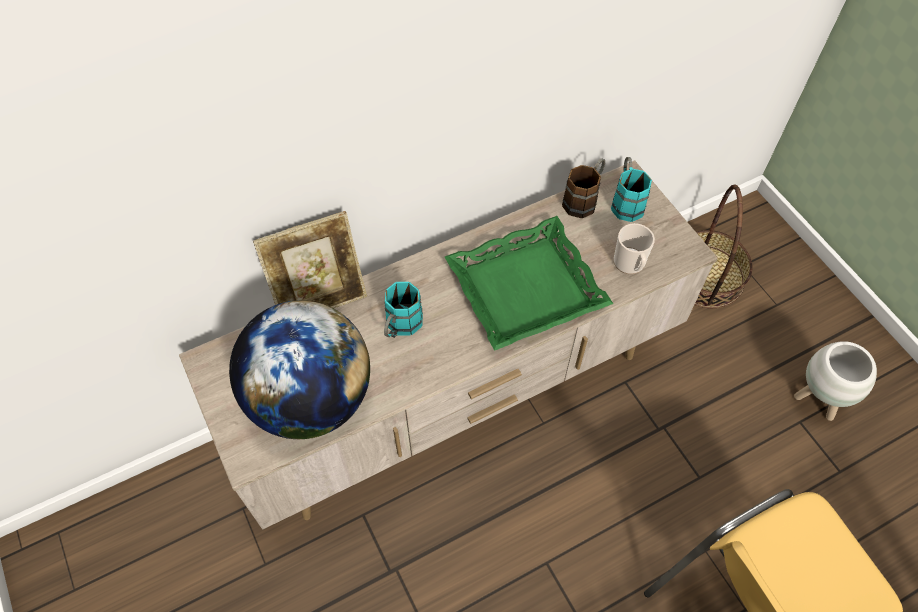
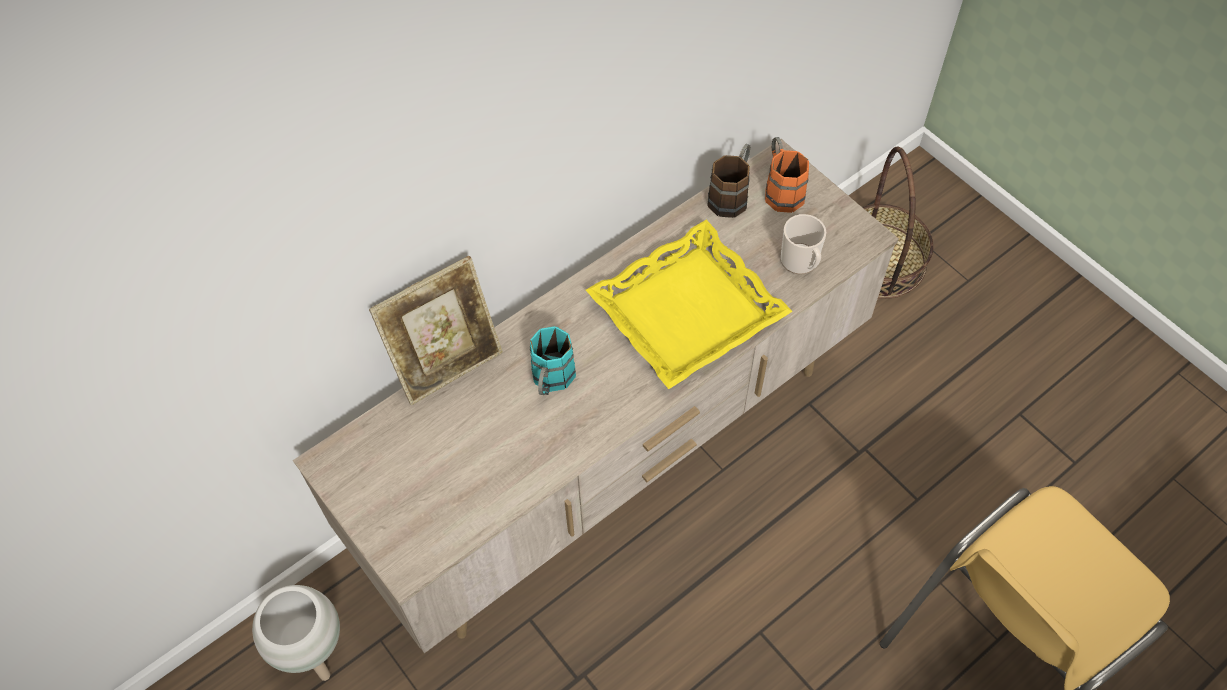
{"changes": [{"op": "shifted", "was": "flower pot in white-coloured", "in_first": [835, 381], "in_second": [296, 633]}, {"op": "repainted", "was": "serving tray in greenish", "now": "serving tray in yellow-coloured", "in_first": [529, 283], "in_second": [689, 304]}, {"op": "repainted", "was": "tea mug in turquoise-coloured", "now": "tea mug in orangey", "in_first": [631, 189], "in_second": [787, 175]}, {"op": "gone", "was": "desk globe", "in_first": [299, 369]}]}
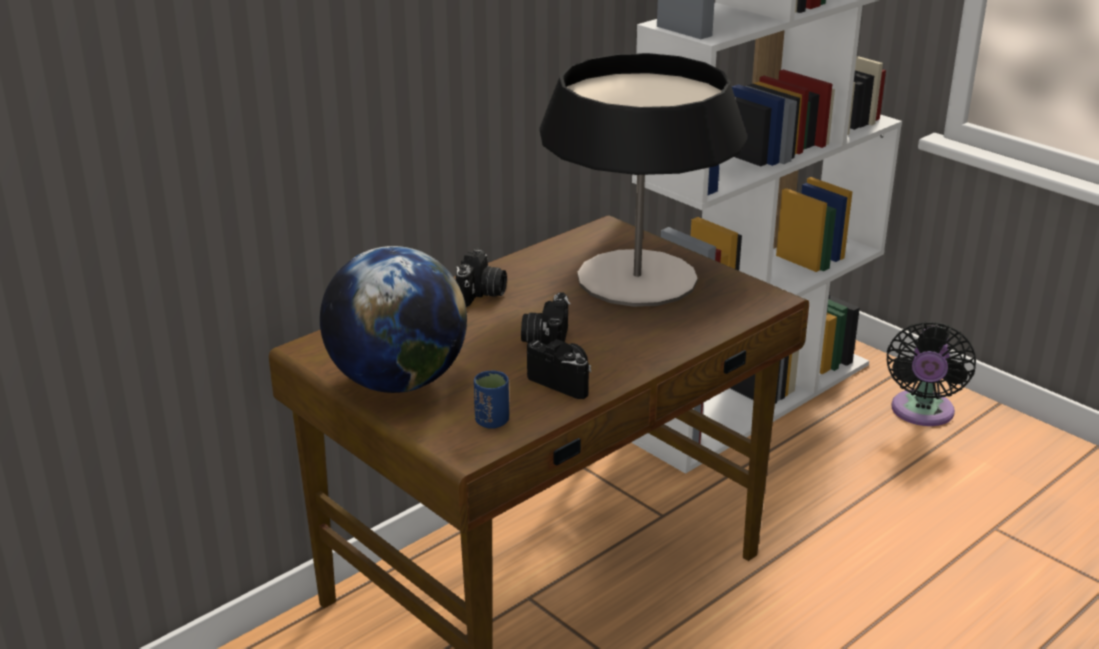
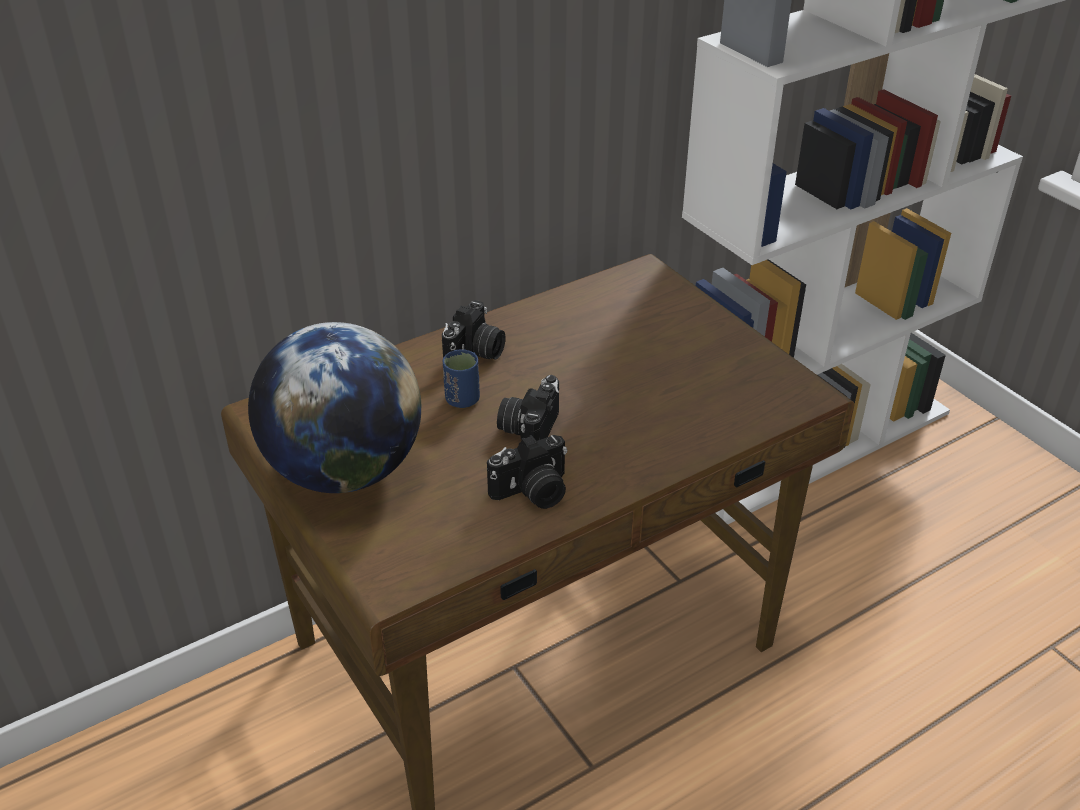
{"changes": [{"op": "shifted", "was": "small cup in bluish", "in_first": [491, 399], "in_second": [461, 379]}, {"op": "rotated", "was": "still camera", "in_first": [559, 369], "in_second": [527, 472], "clockwise": 105}, {"op": "gone", "was": "tabletop lamp", "in_first": [643, 180]}, {"op": "gone", "was": "electric fan in black-coloured", "in_first": [931, 373]}]}
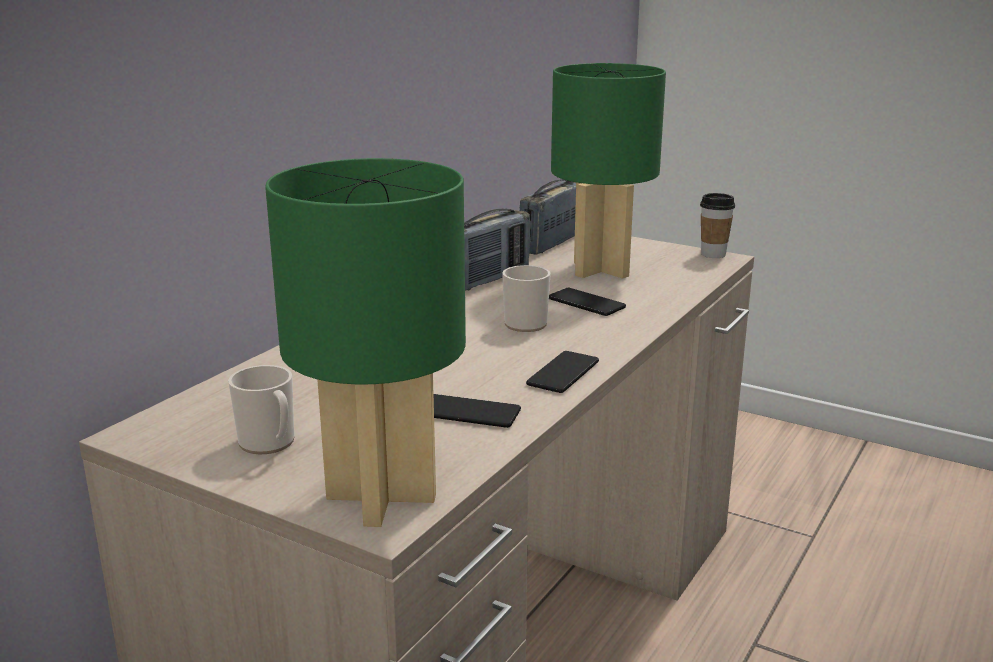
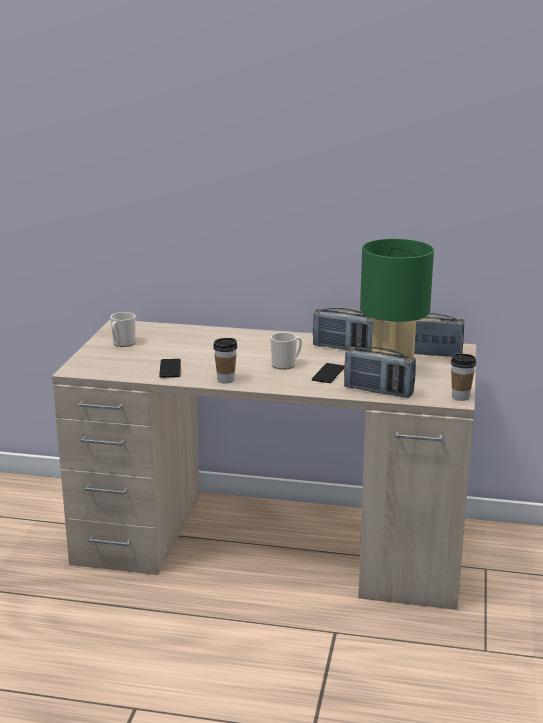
{"changes": [{"op": "swapped", "was": "handset", "now": "small cup", "in_first": [562, 372], "in_second": [225, 361]}, {"op": "new", "now": "radio receiver", "in_second": [380, 372]}, {"op": "gone", "was": "tabletop lamp in greenish", "in_first": [365, 342]}]}
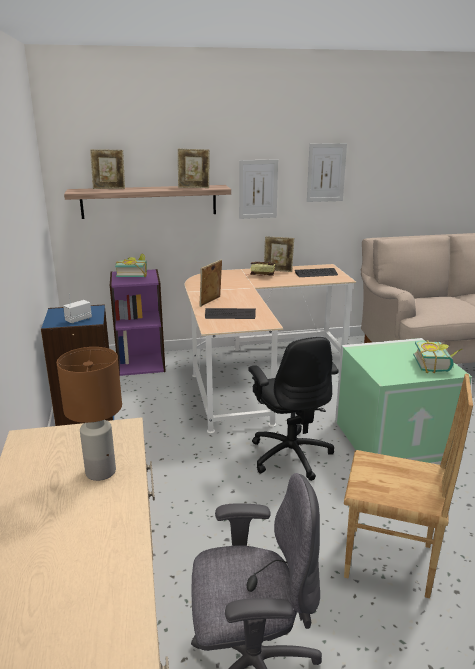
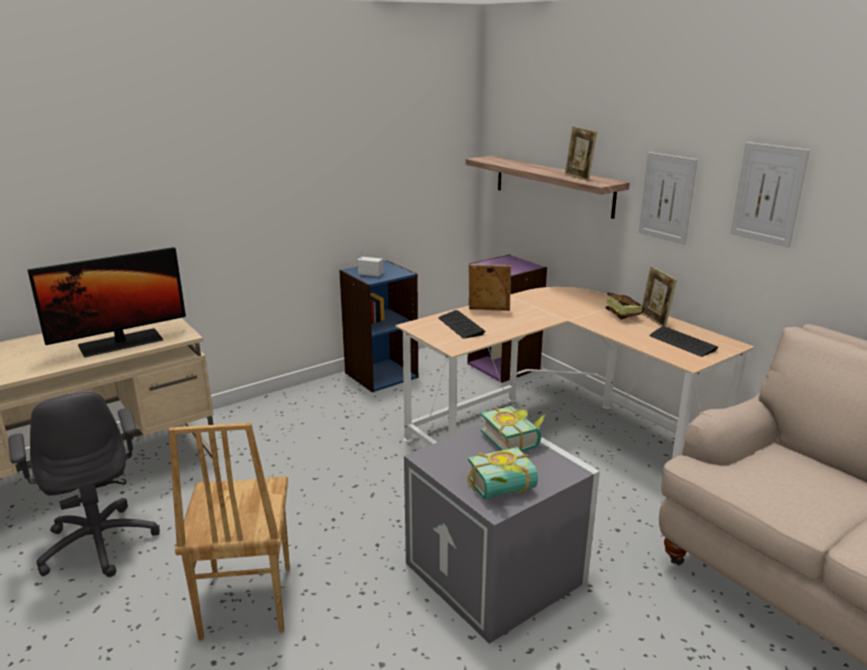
{"changes": [{"op": "swapped", "was": "tabletop lamp in brown-coloured", "now": "computer screen", "in_first": [89, 414], "in_second": [107, 302]}, {"op": "repainted", "was": "storage container in greenish", "now": "storage container in gray", "in_first": [403, 400], "in_second": [502, 533]}, {"op": "shifted", "was": "book", "in_first": [131, 265], "in_second": [513, 429]}, {"op": "gone", "was": "photo frame", "in_first": [107, 169]}, {"op": "gone", "was": "computer chair in black-coloured", "in_first": [293, 409]}]}
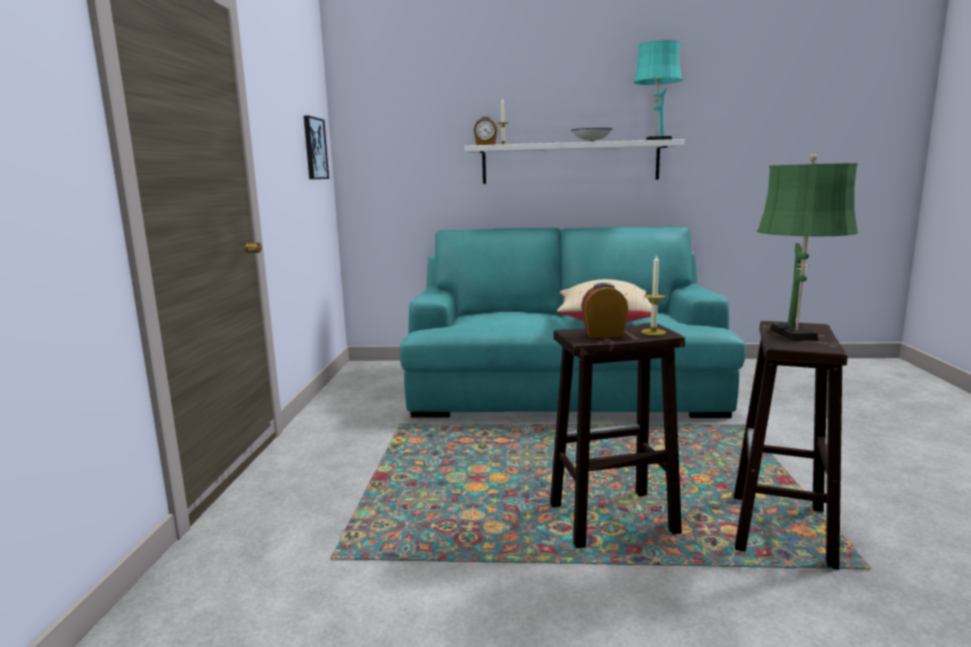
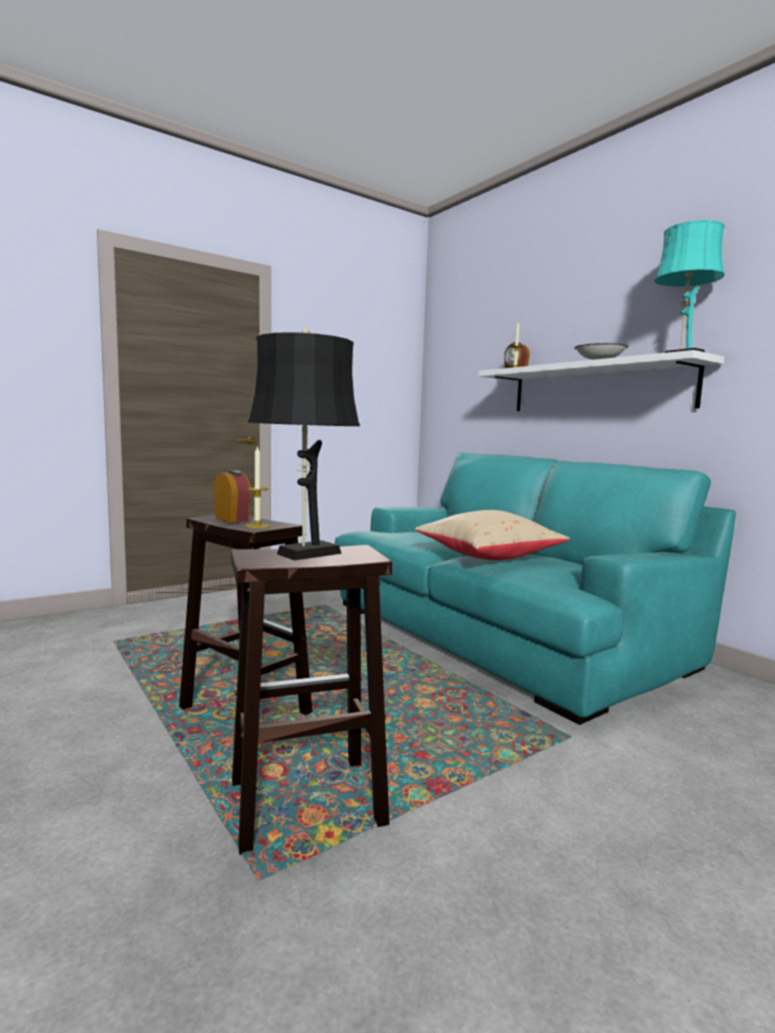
{"changes": [{"op": "repainted", "was": "tabletop lamp in greenish", "now": "tabletop lamp in black-coloured", "in_first": [807, 247], "in_second": [304, 444]}, {"op": "gone", "was": "wall picture", "in_first": [316, 147]}]}
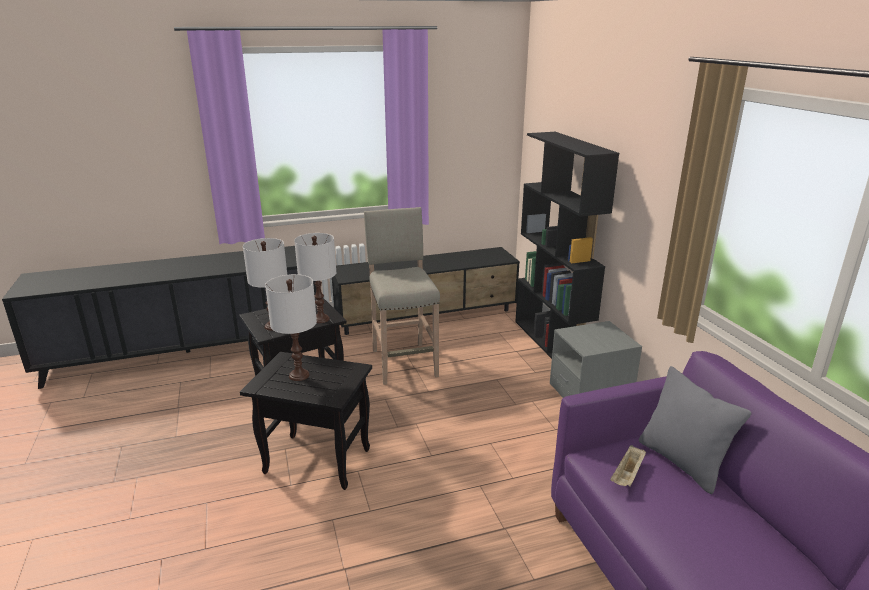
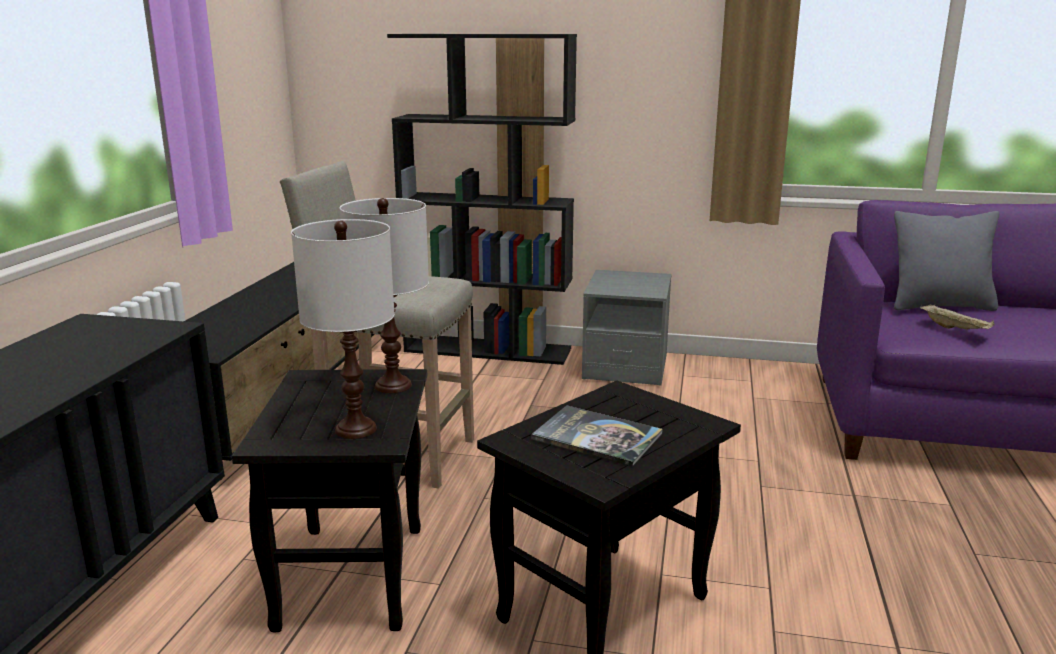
{"changes": [{"op": "swapped", "was": "tabletop lamp in white-coloured", "now": "book", "in_first": [291, 327], "in_second": [597, 436]}]}
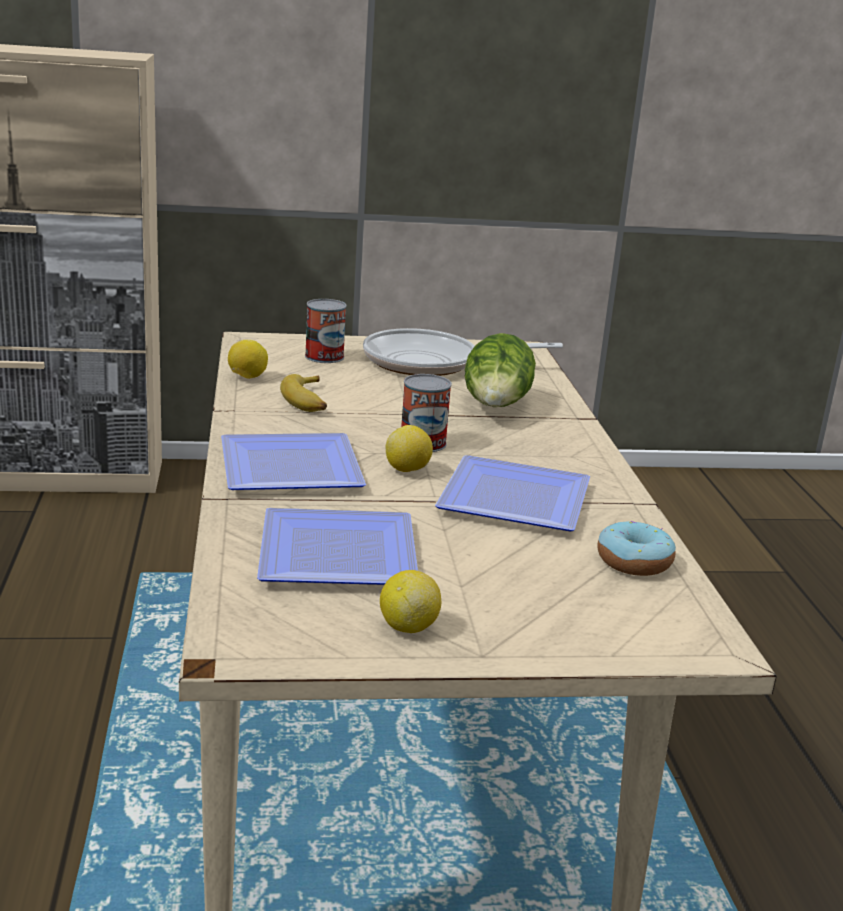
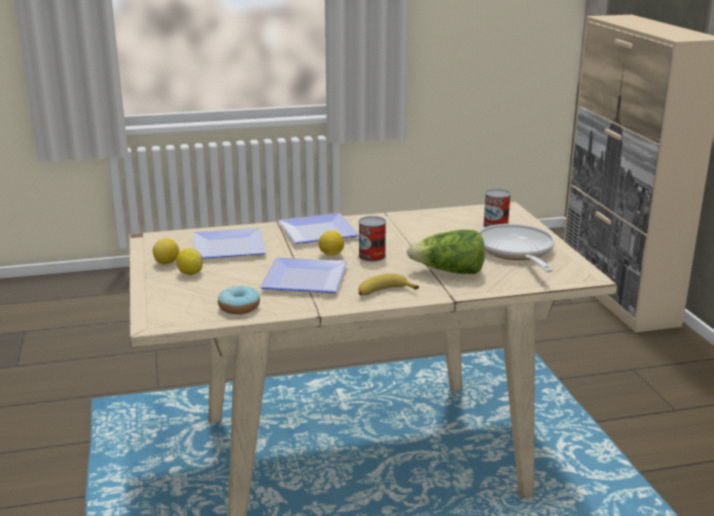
{"changes": [{"op": "shifted", "was": "citrus fruit", "in_first": [248, 359], "in_second": [189, 261]}, {"op": "shifted", "was": "whole banana", "in_first": [303, 393], "in_second": [389, 284]}]}
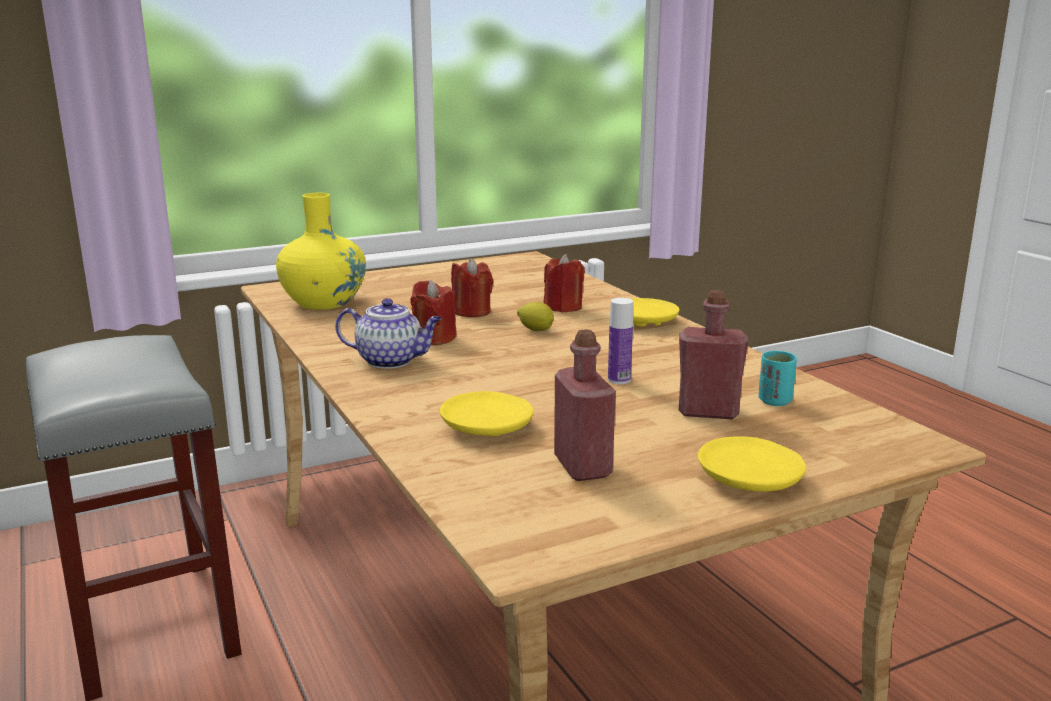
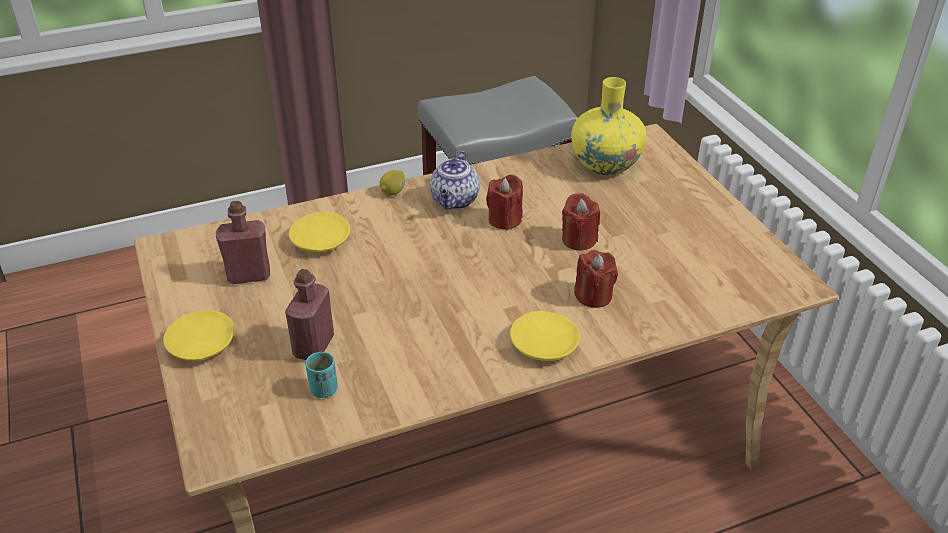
{"changes": [{"op": "shifted", "was": "citrus fruit", "in_first": [535, 316], "in_second": [392, 183]}, {"op": "gone", "was": "beverage bottle", "in_first": [620, 341]}]}
